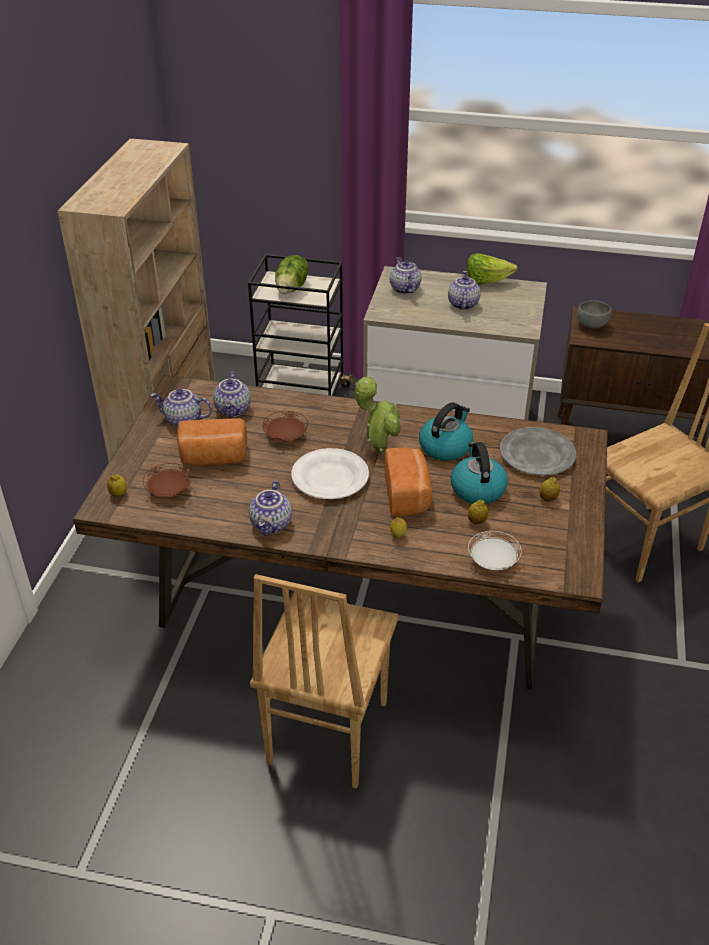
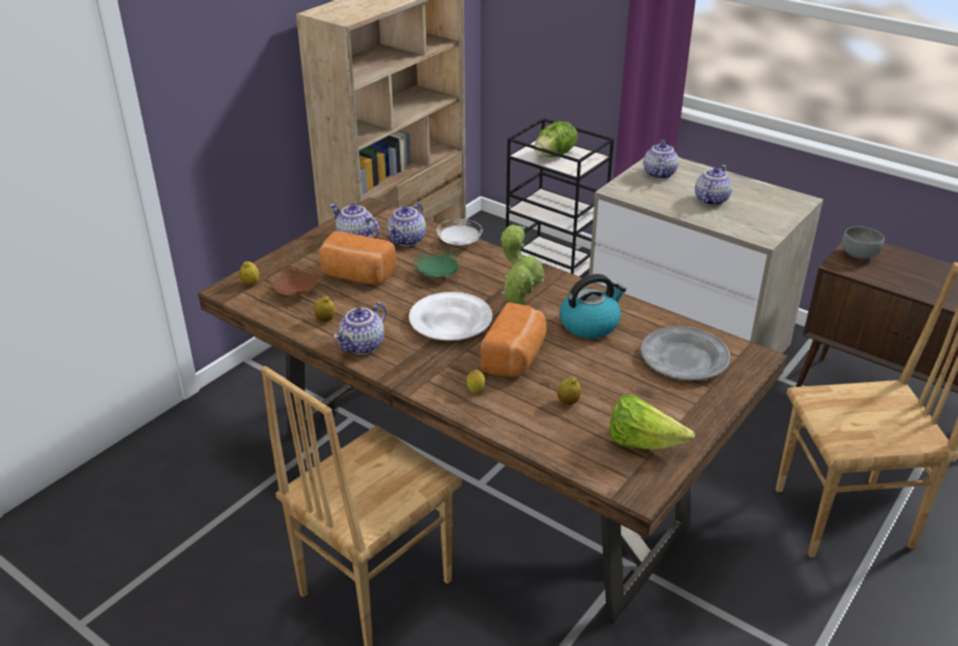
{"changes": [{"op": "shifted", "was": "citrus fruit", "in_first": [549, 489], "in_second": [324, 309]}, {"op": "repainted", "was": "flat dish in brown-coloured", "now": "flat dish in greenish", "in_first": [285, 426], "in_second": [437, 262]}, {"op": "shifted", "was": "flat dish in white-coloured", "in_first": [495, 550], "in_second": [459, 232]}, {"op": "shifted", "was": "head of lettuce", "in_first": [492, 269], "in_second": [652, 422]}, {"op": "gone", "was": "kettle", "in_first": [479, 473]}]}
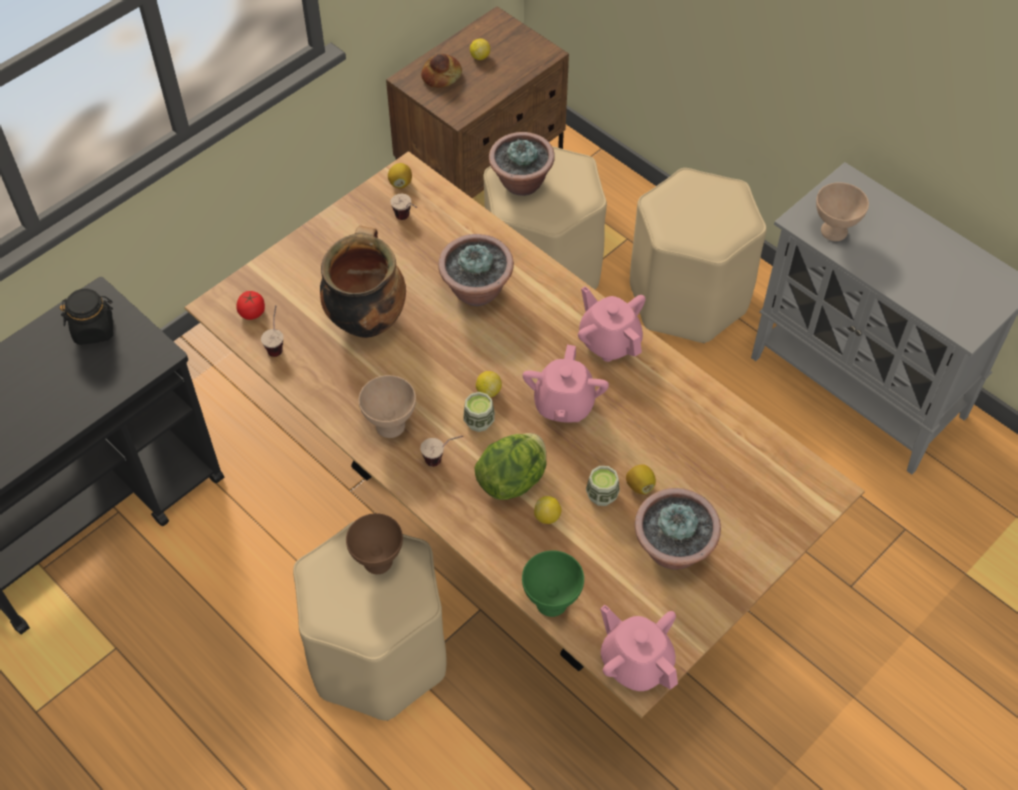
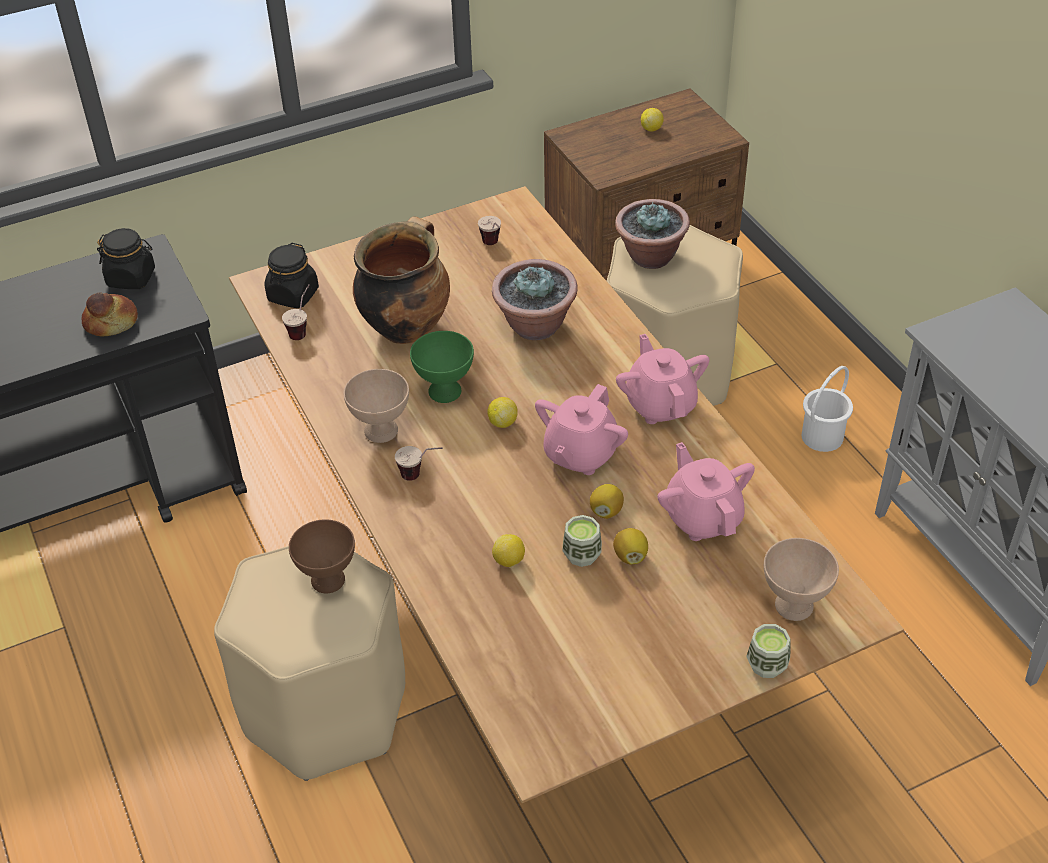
{"changes": [{"op": "shifted", "was": "bakery bread", "in_first": [441, 71], "in_second": [110, 314]}, {"op": "swapped", "was": "tomato", "now": "storage jar in black-coloured", "in_first": [250, 305], "in_second": [292, 275]}, {"op": "shifted", "was": "serving bowl in greenish", "in_first": [553, 583], "in_second": [442, 367]}, {"op": "shifted", "was": "citrus fruit", "in_first": [400, 175], "in_second": [607, 501]}, {"op": "shifted", "was": "tea pot in pink-coloured", "in_first": [639, 648], "in_second": [706, 491]}, {"op": "shifted", "was": "small cup", "in_first": [479, 412], "in_second": [768, 651]}, {"op": "shifted", "was": "serving bowl in sand-coloured", "in_first": [842, 211], "in_second": [801, 579]}, {"op": "swapped", "was": "stool seat in sand-coloured", "now": "pail in white-coloured", "in_first": [698, 255], "in_second": [827, 409]}, {"op": "gone", "was": "head of lettuce", "in_first": [510, 466]}, {"op": "gone", "was": "houseplant", "in_first": [678, 528]}]}
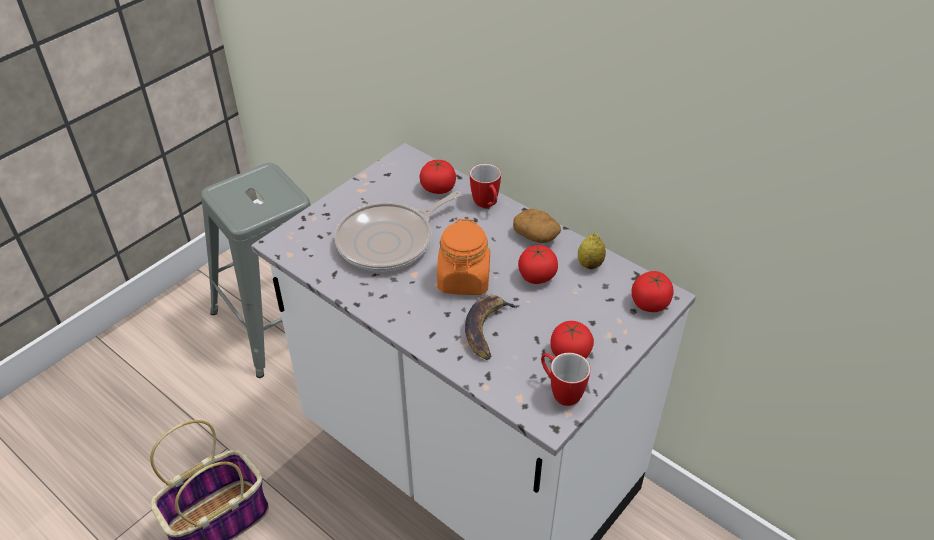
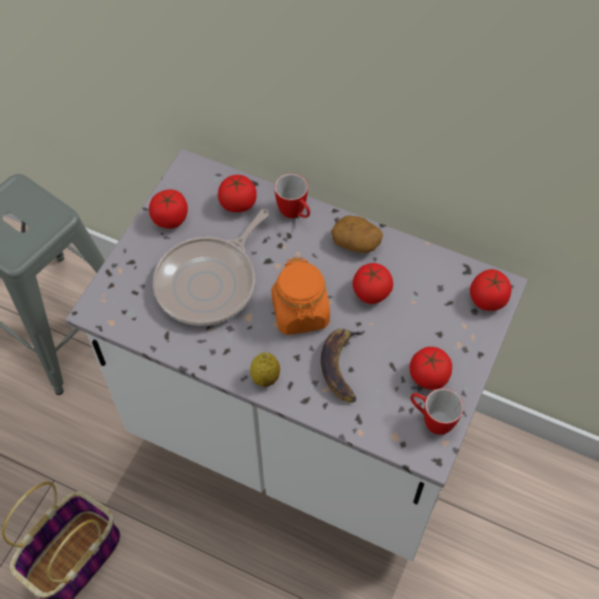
{"changes": [{"op": "new", "now": "tomato", "in_second": [168, 209]}, {"op": "shifted", "was": "citrus fruit", "in_first": [592, 251], "in_second": [265, 369]}]}
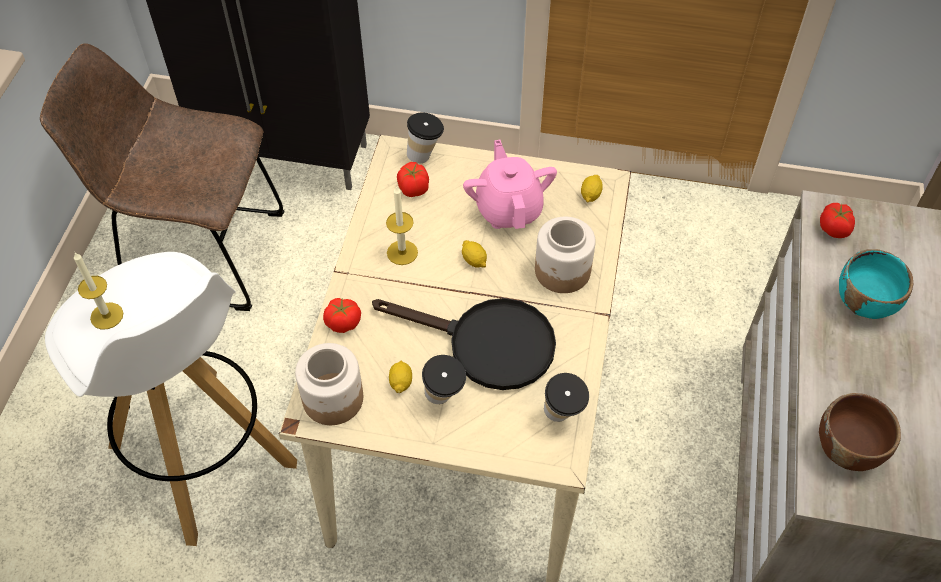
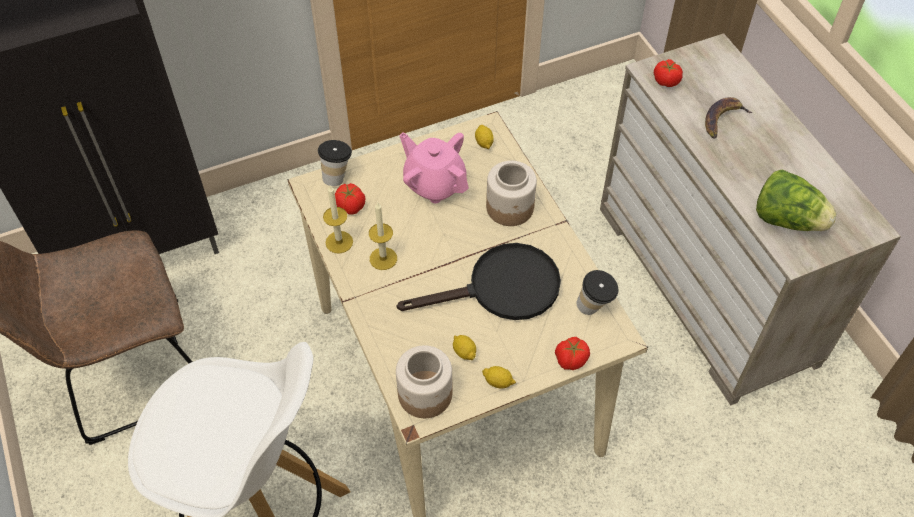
{"changes": [{"op": "shifted", "was": "wax light", "in_first": [98, 291], "in_second": [338, 219]}, {"op": "shifted", "was": "citrus fruit", "in_first": [474, 254], "in_second": [499, 377]}, {"op": "shifted", "was": "tomato", "in_first": [342, 315], "in_second": [572, 353]}, {"op": "swapped", "was": "serving bowl in turquoise-coloured", "now": "whole banana", "in_first": [876, 284], "in_second": [728, 118]}, {"op": "swapped", "was": "serving bowl in brown-coloured", "now": "head of lettuce", "in_first": [860, 432], "in_second": [796, 200]}, {"op": "gone", "was": "small cup", "in_first": [444, 379]}]}
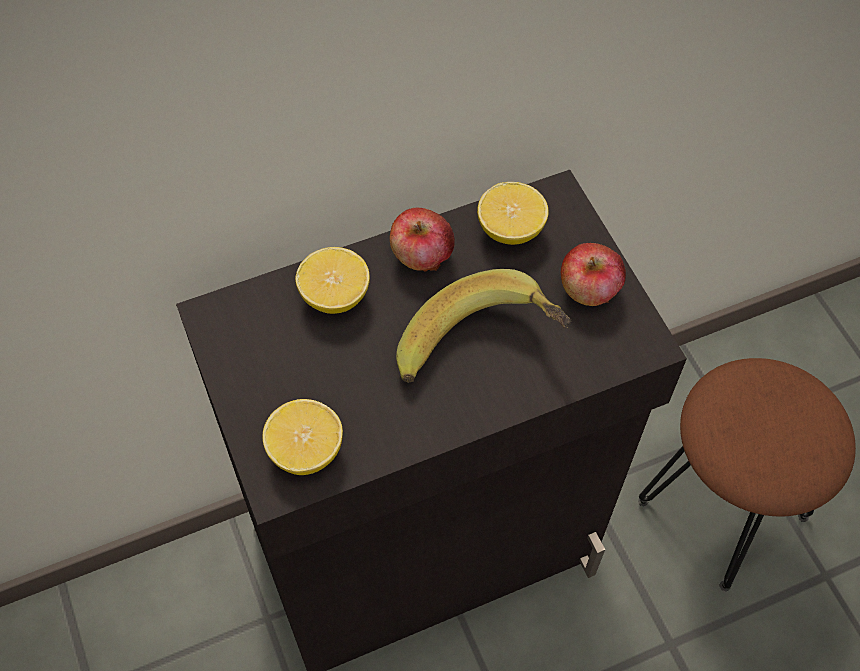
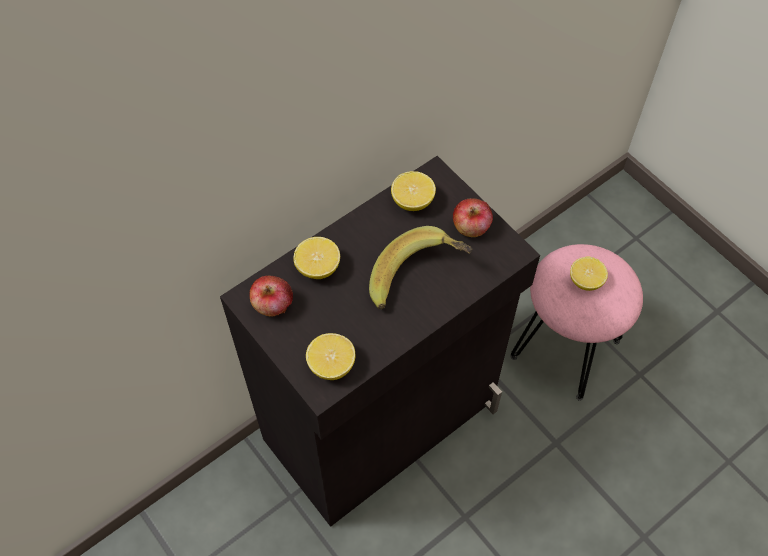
{"changes": [{"op": "shifted", "was": "apple", "in_first": [422, 240], "in_second": [271, 296]}, {"op": "repainted", "was": "stool seat in brown-coloured", "now": "stool seat in pink-coloured", "in_first": [747, 474], "in_second": [576, 322]}, {"op": "new", "now": "citrus fruit", "in_second": [589, 273]}]}
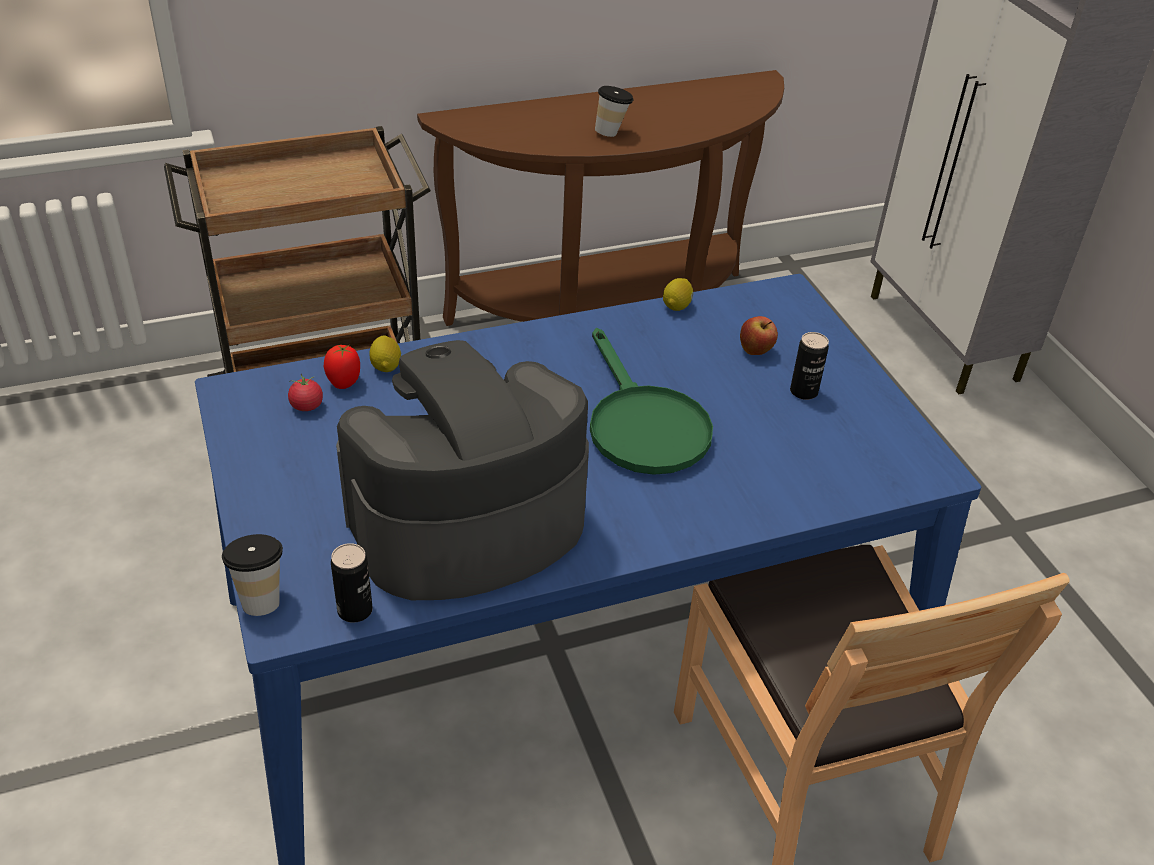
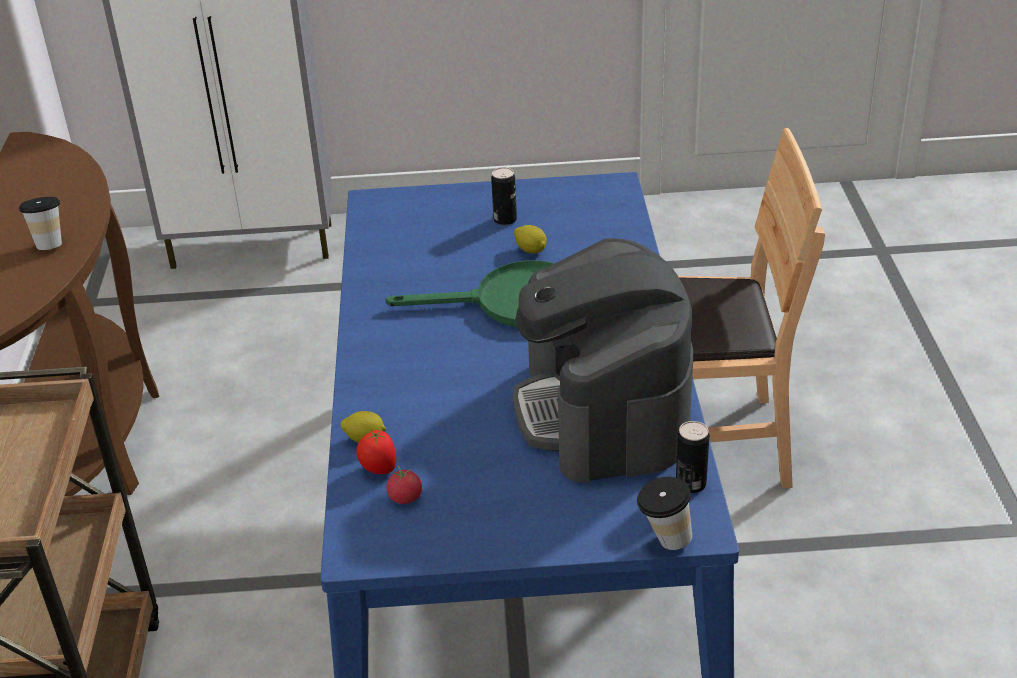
{"changes": [{"op": "shifted", "was": "citrus fruit", "in_first": [678, 294], "in_second": [530, 239]}, {"op": "gone", "was": "apple", "in_first": [759, 335]}]}
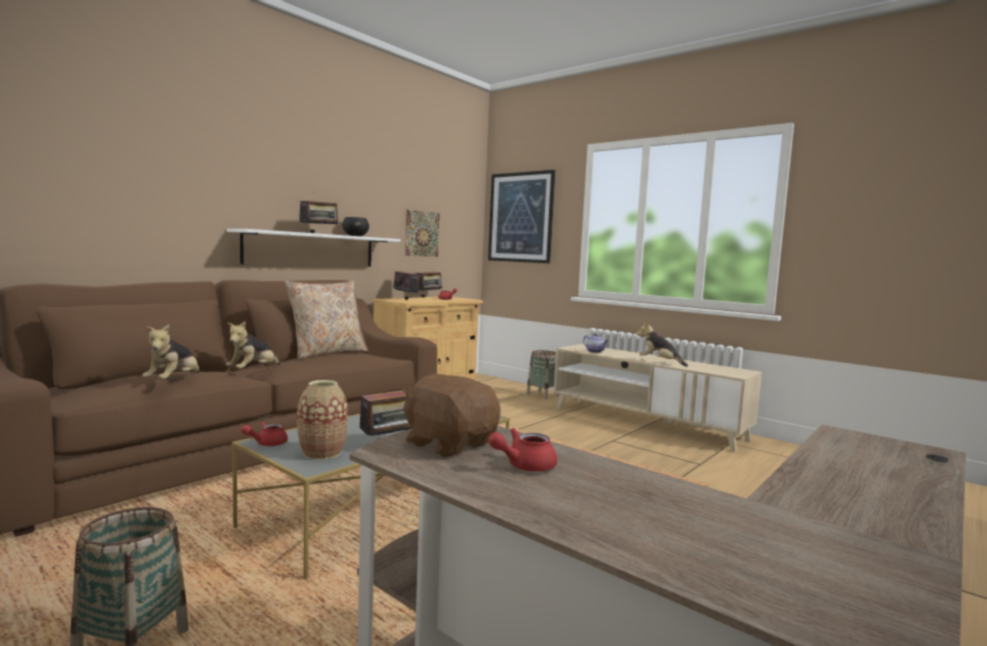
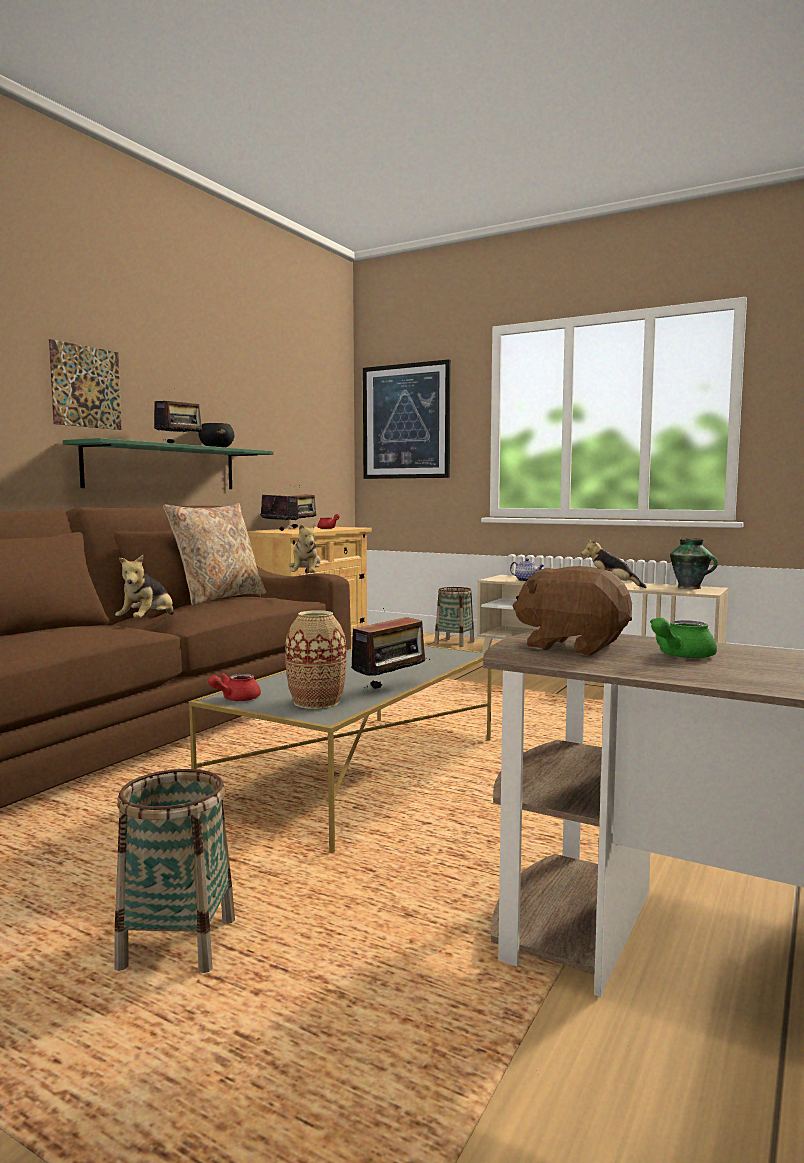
{"changes": [{"op": "shifted", "was": "wall picture", "in_first": [422, 233], "in_second": [85, 384]}, {"op": "repainted", "was": "wall shelf in white-coloured", "now": "wall shelf in greenish", "in_first": [314, 248], "in_second": [168, 463]}, {"op": "shifted", "was": "plush toy", "in_first": [171, 352], "in_second": [305, 547]}, {"op": "repainted", "was": "tea pot in red-coloured", "now": "tea pot in greenish", "in_first": [522, 450], "in_second": [683, 638]}, {"op": "new", "now": "decorative vase", "in_second": [694, 563]}]}
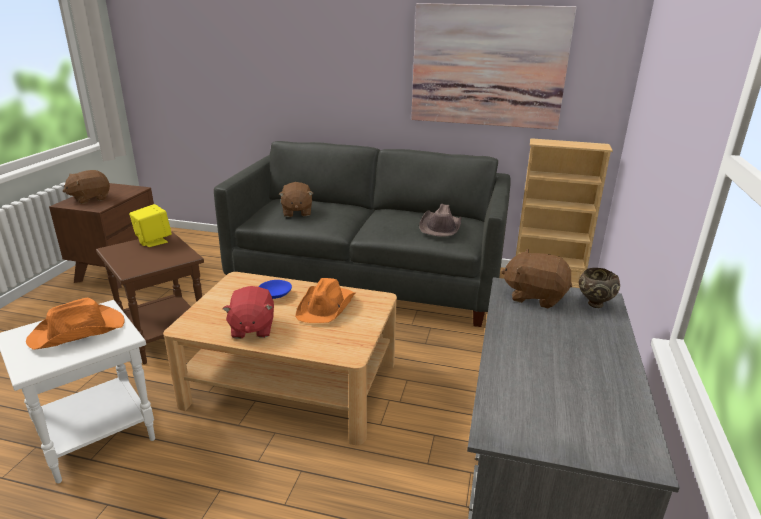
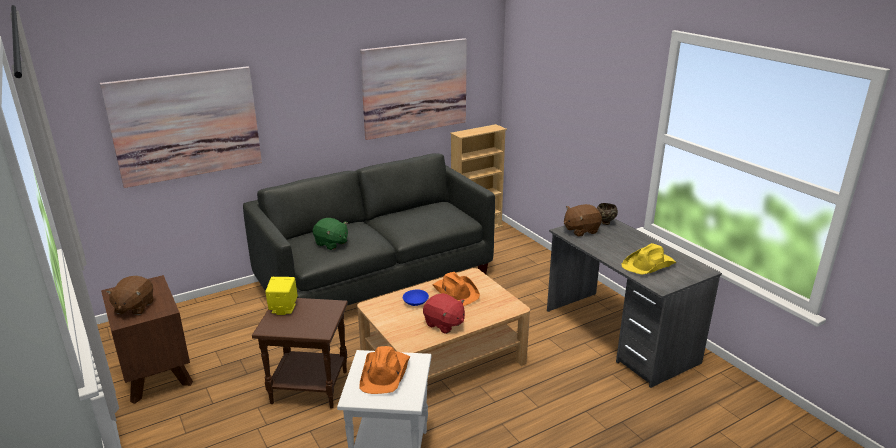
{"changes": [{"op": "new", "now": "wall picture", "in_second": [181, 127]}, {"op": "repainted", "was": "plush toy in brown-coloured", "now": "plush toy in greenish", "in_first": [296, 199], "in_second": [330, 234]}, {"op": "new", "now": "wearable hat in yellow-coloured", "in_second": [649, 259]}, {"op": "gone", "was": "wearable hat in brown-coloured", "in_first": [440, 220]}]}
